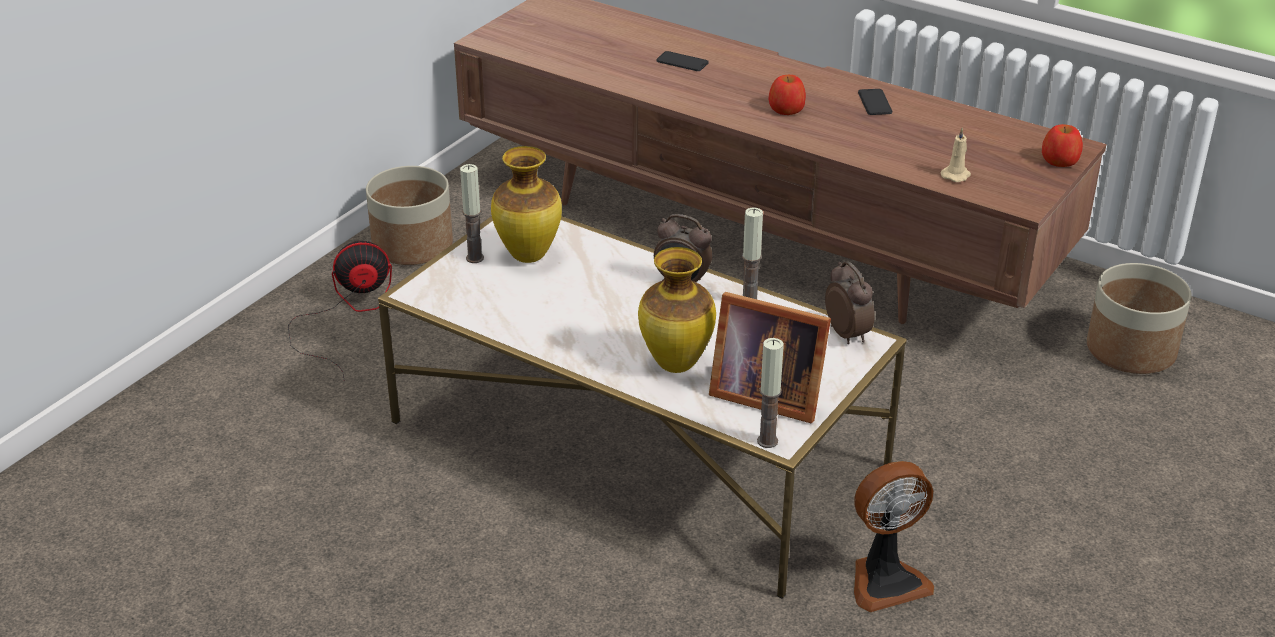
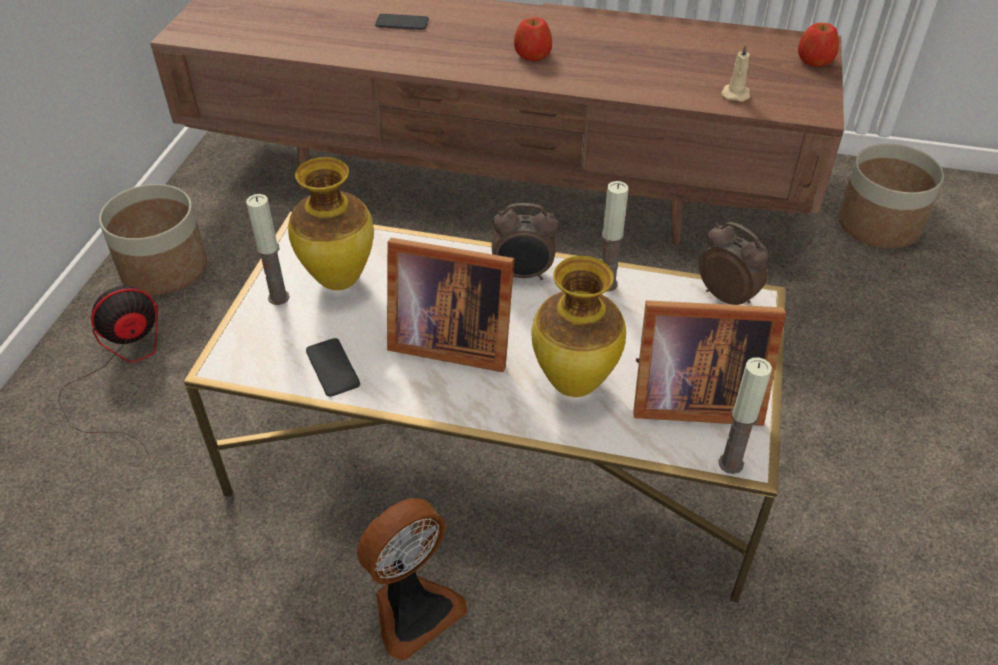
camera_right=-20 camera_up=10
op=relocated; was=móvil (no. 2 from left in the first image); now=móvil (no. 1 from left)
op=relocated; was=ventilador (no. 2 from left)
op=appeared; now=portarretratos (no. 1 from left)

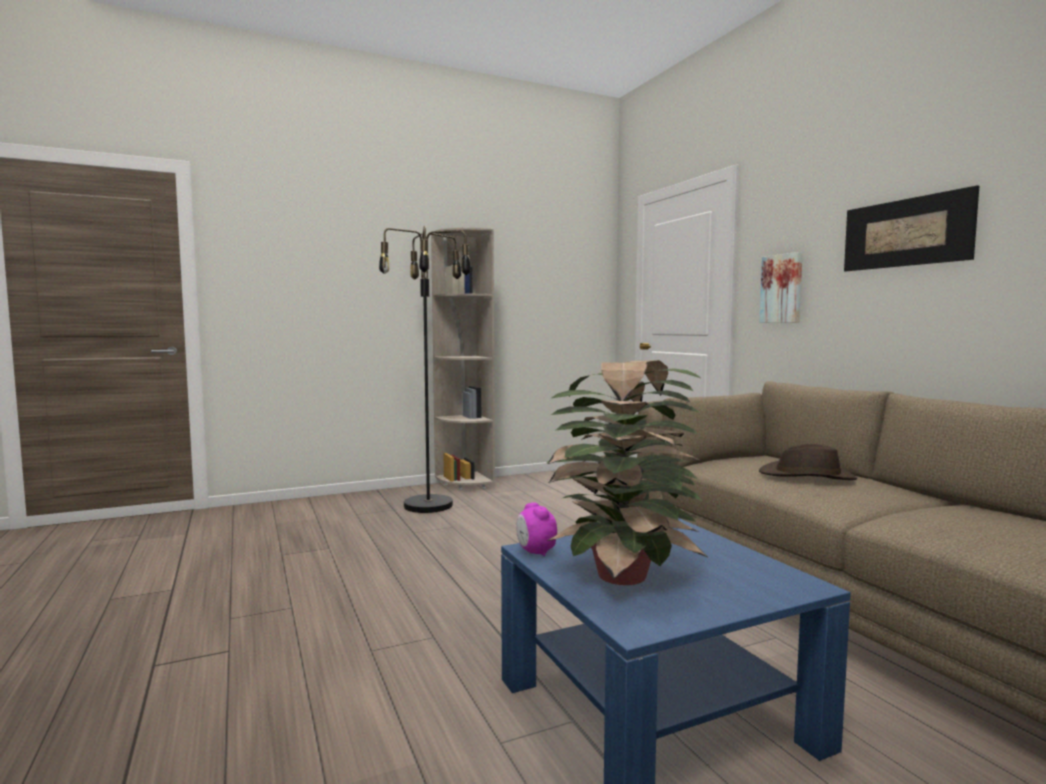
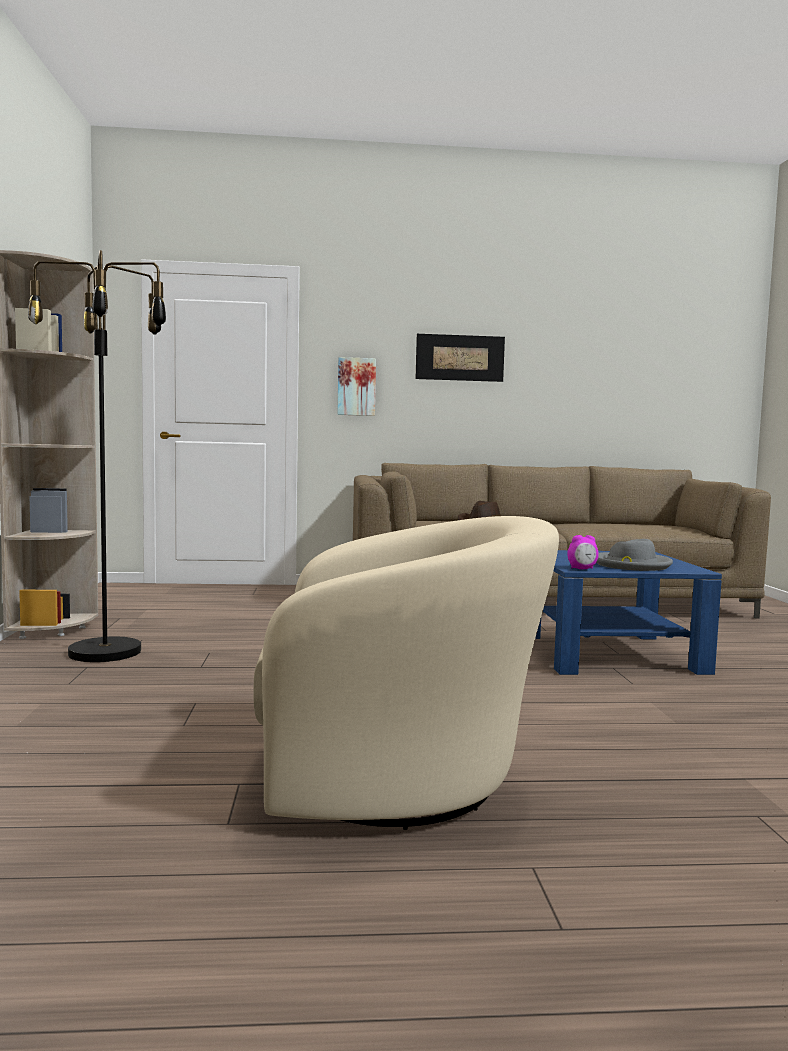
camera_right=-70 camera_up=0
op=appeared; now=sillón [beis]
op=exchanged; was=planta en maceta; now=sombrero [gris]

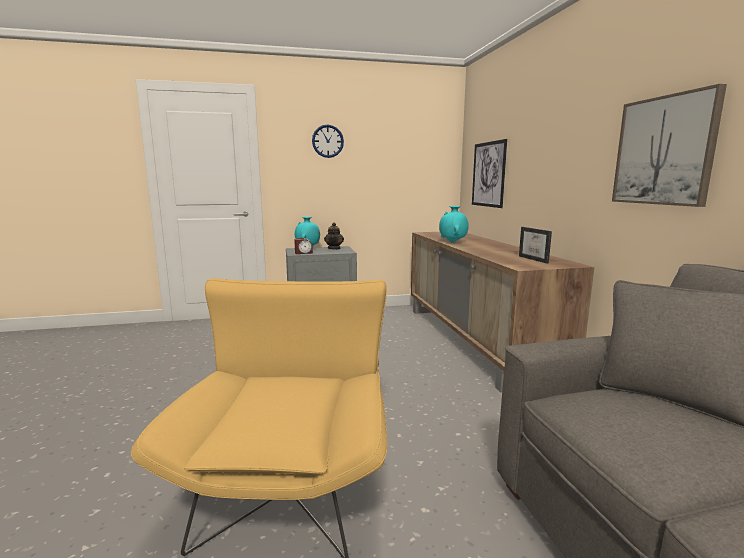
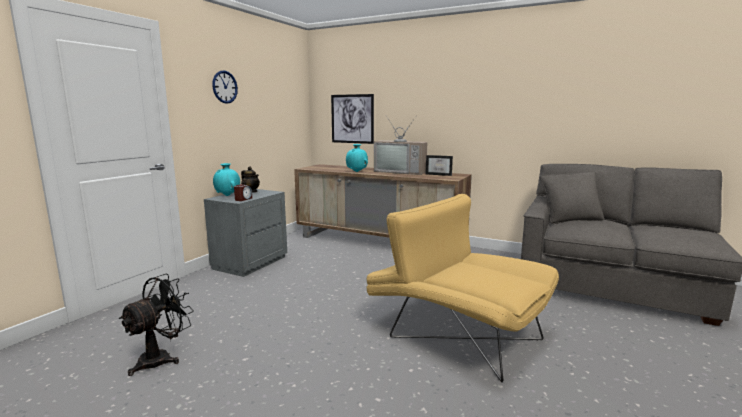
camera_right=-50 camera_up=0
op=appeared; now=ventilador [negro]
op=appeared; now=televisor
op=missing; was=cuadro (no. 2 from left)

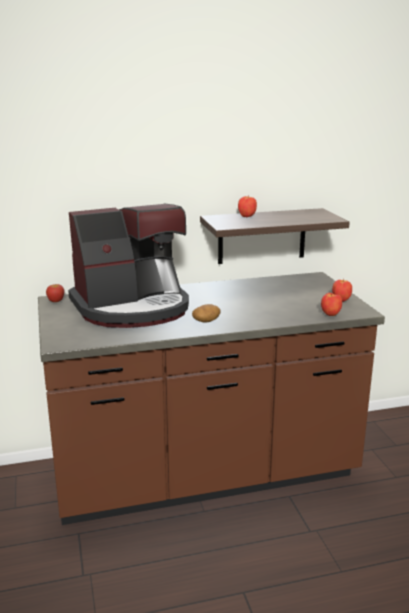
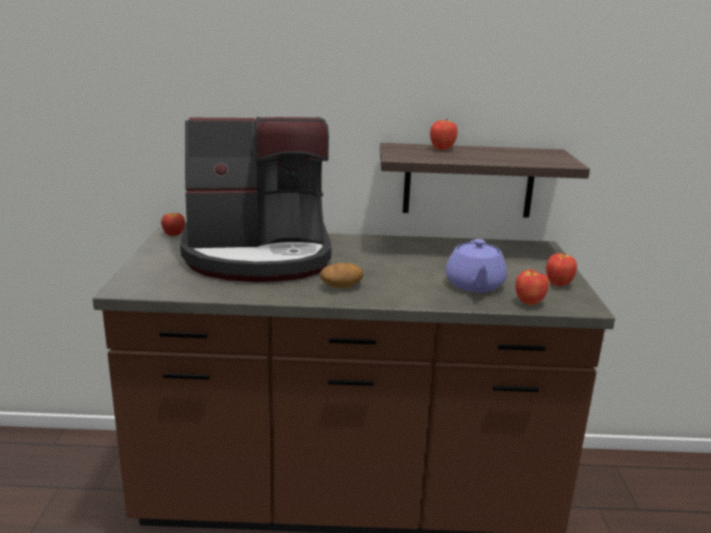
camera_right=15 camera_up=0
op=appeared; now=tetera [morado]

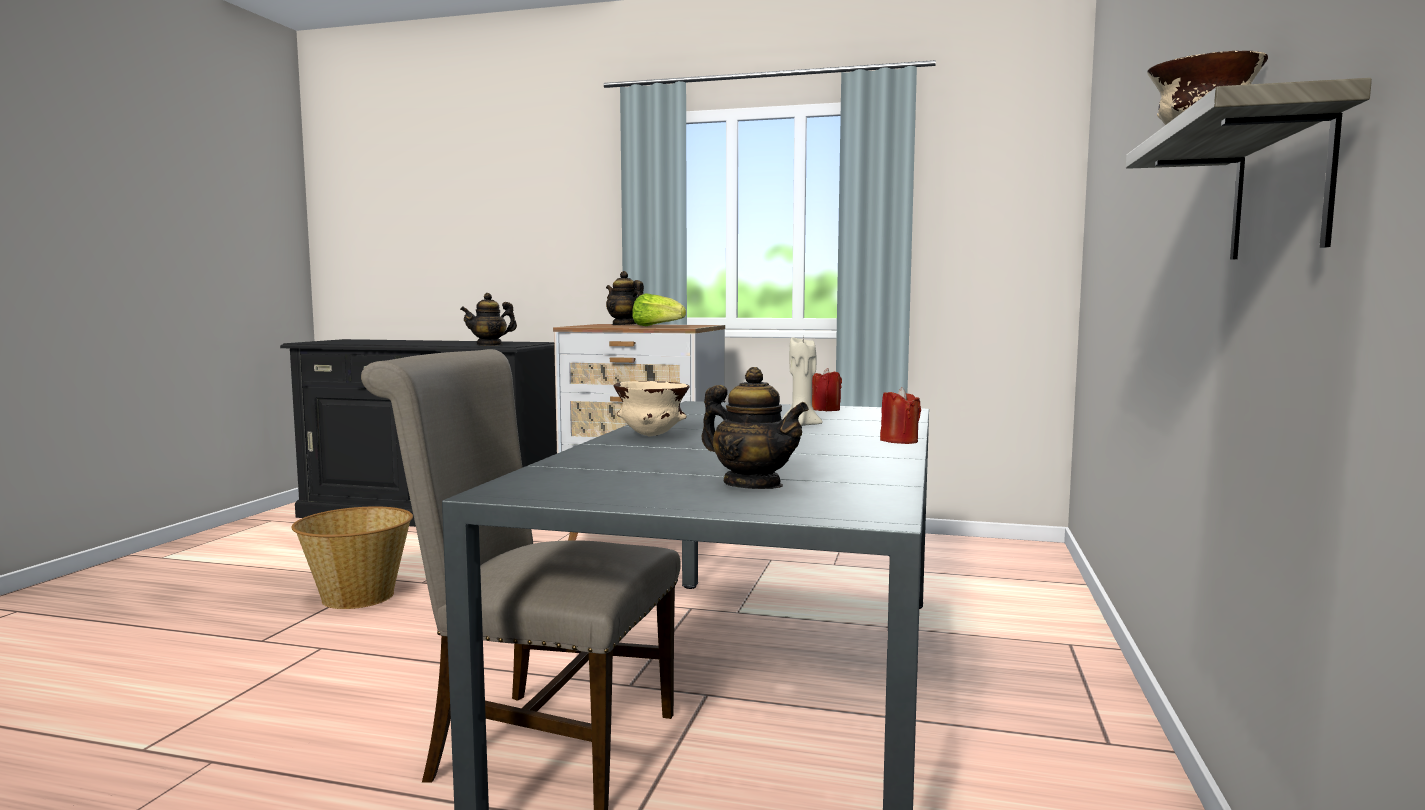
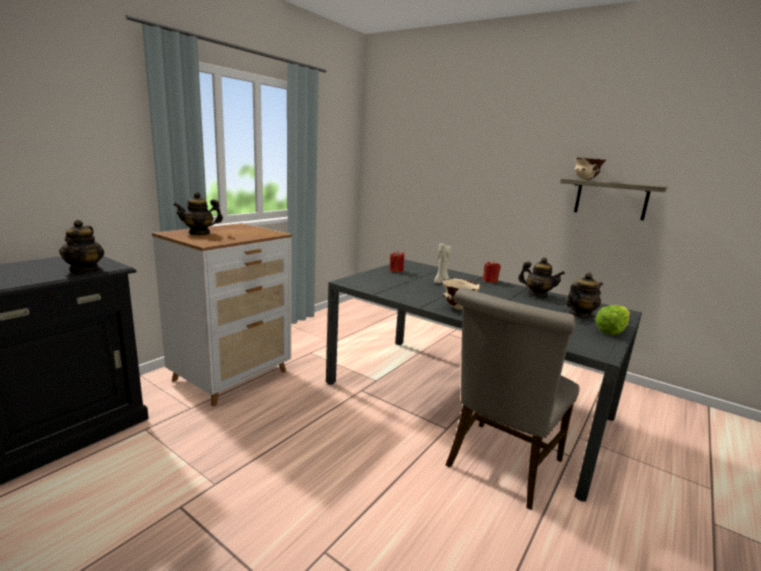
camera_right=-70 camera_up=10
op=appeared; now=tetera (no. 3 from left)
op=relocated; was=lechuga
op=missing; was=cesta

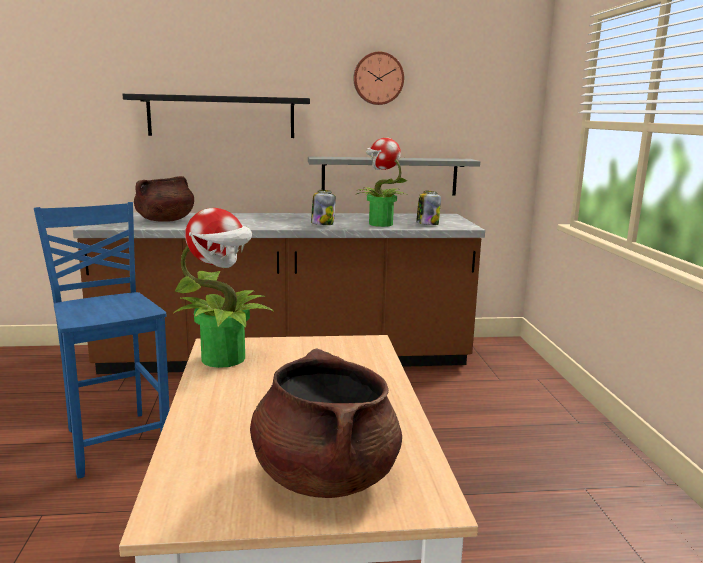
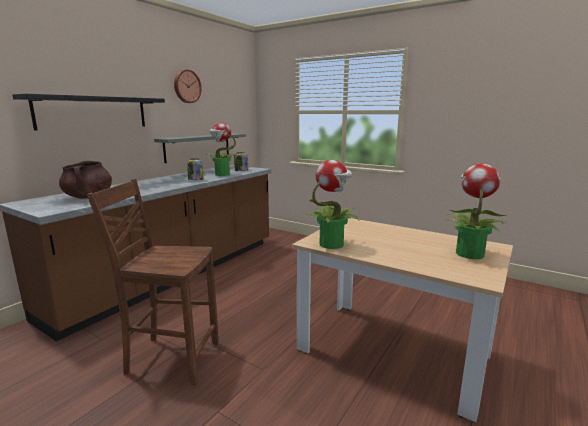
camera_right=-50 camera_up=0
op=colour; was=silla [azul]; now=silla [marrón]
op=exchanged; was=olla [marrón] (no. 2 from left); now=planta en maceta (no. 3 from left)

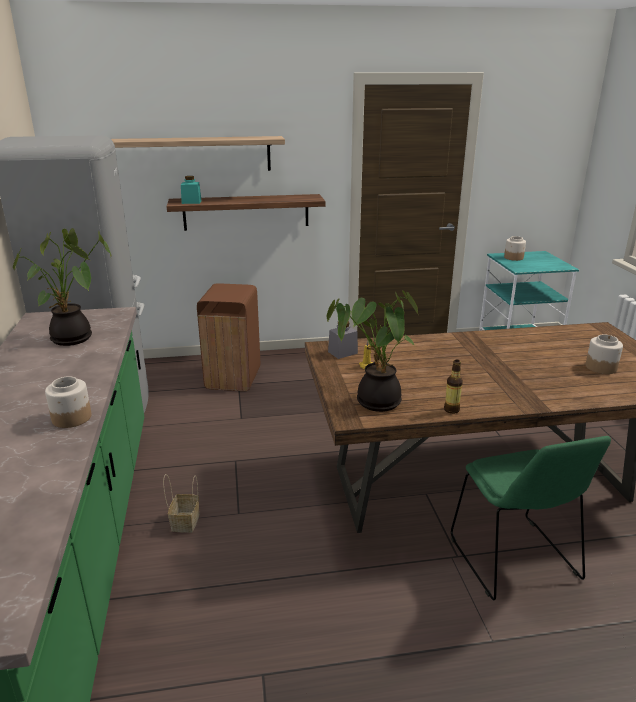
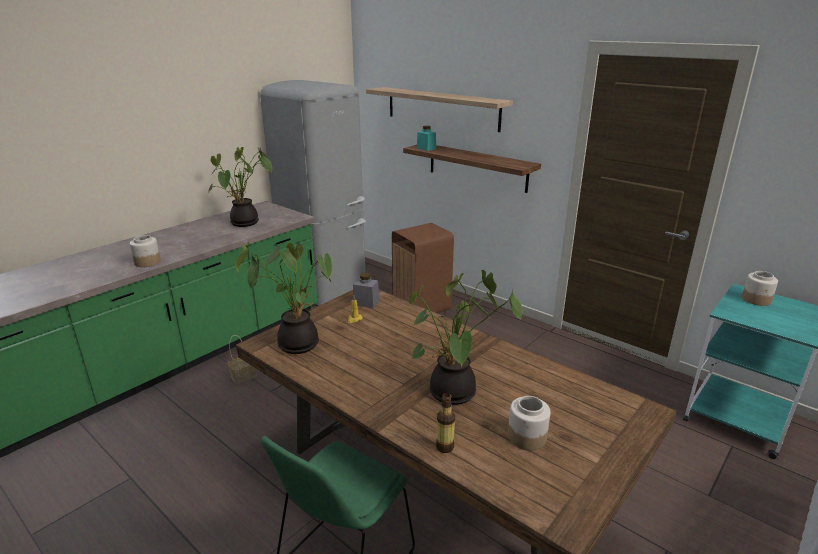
camera_right=50 camera_up=0
op=appeared; now=planta en maceta (no. 3 from left)
op=relocated; was=botella

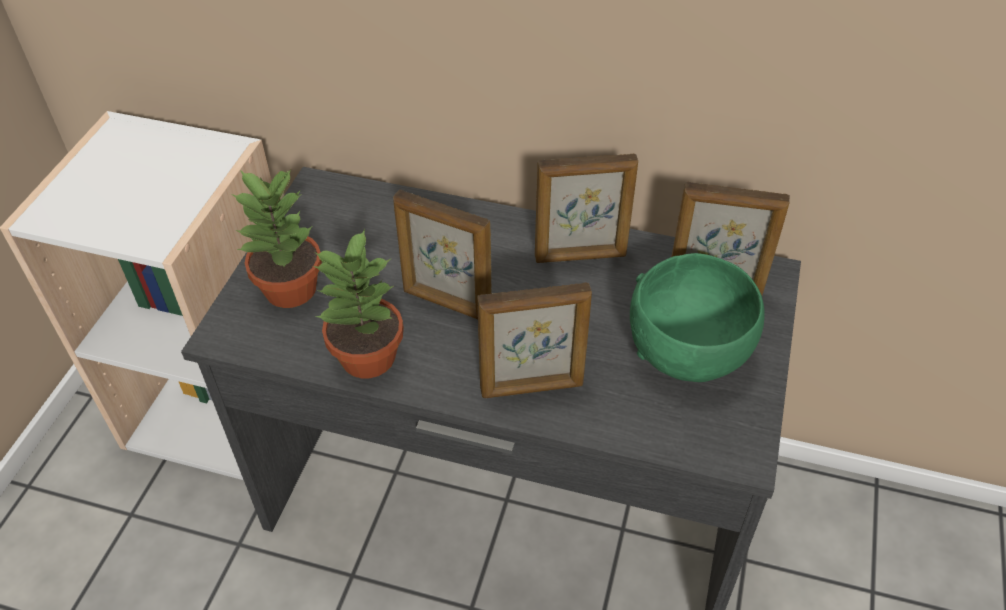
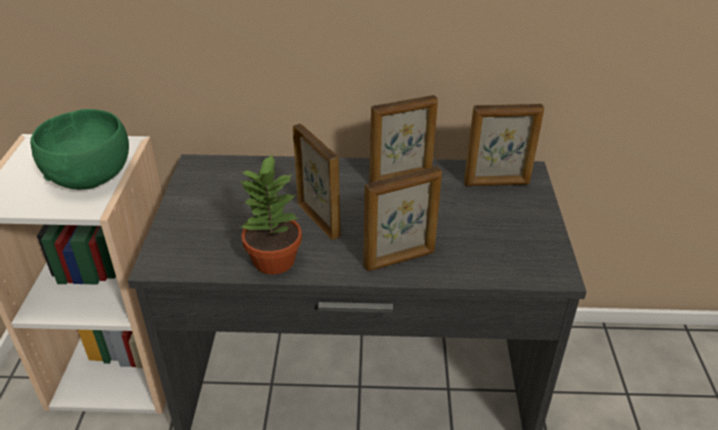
camera_right=-15 camera_up=-10
op=relocated; was=cuenco [verde]
op=spun; was=portarretratos (no. 1 from left); clockwise=-135
op=missing; was=planta en maceta (no. 1 from left)

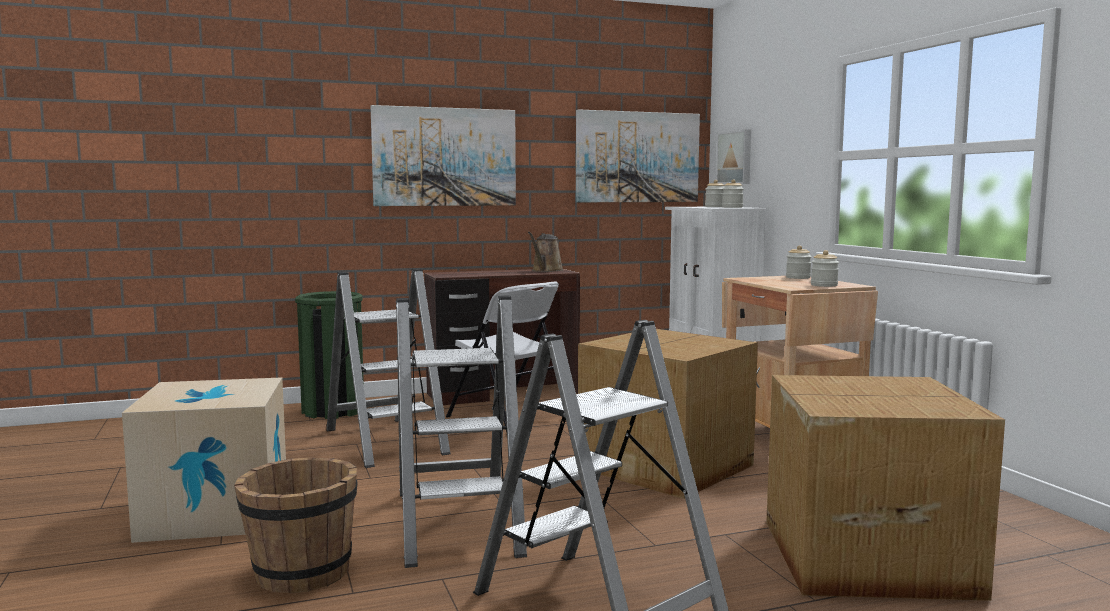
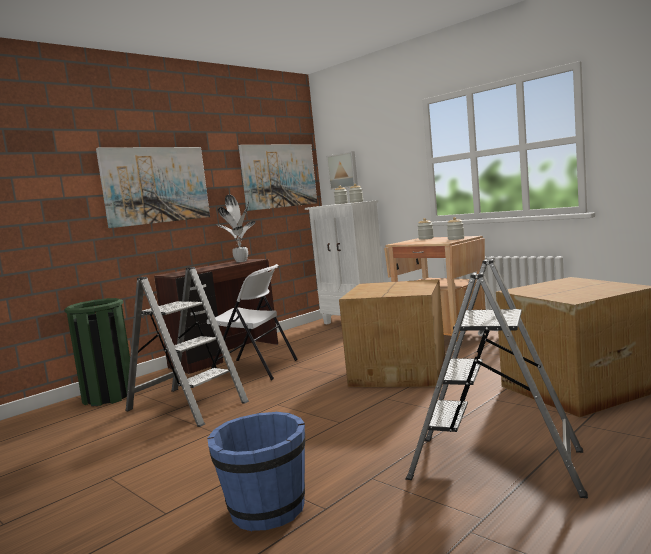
camera_right=-25 camera_up=0
op=colour; was=cubo [marrón]; now=cubo [azul]
op=exchanged; was=regadera [marrón]; now=planta en maceta
op=missing; was=caja de cartón (no. 1 from left)
op=missing; was=escalera de tijera [gris] (no. 2 from left)

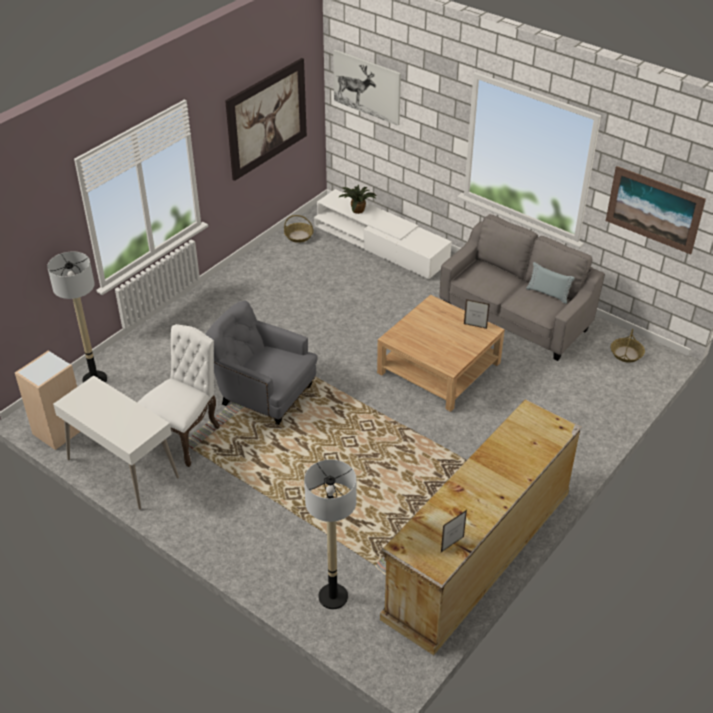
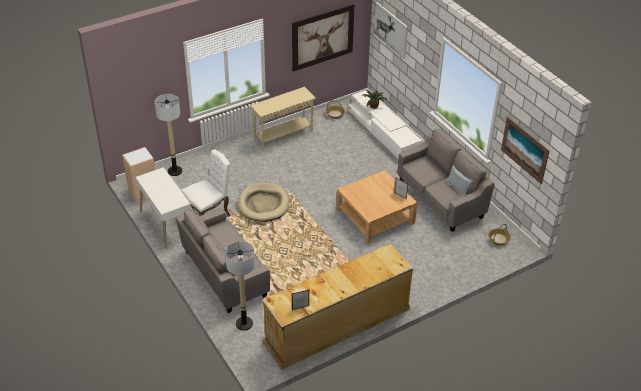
camera_right=20 camera_up=0
op=appeared; now=sofá [gris] (no. 1 from left)
op=exchanged; was=sillón [gris]; now=cama para perro [beis]
op=appeared; now=mesa consola [beis]

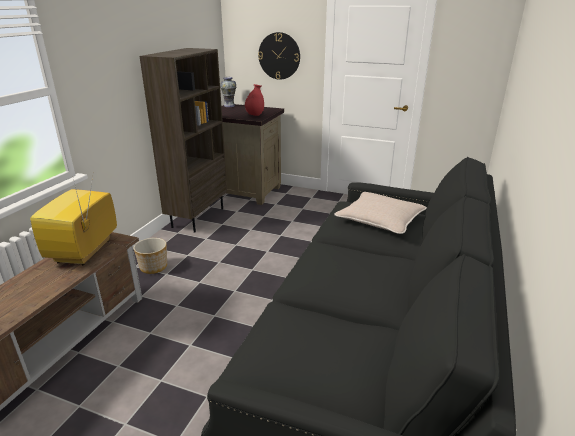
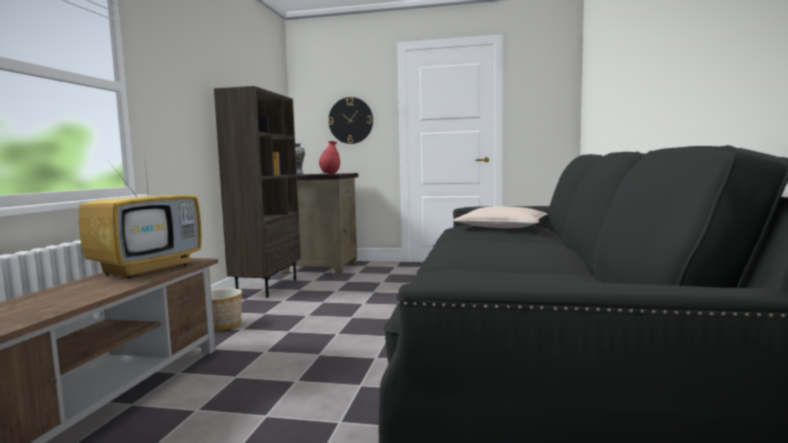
camera_right=-10 camera_up=-20
op=spun; was=televisor; clockwise=-150

